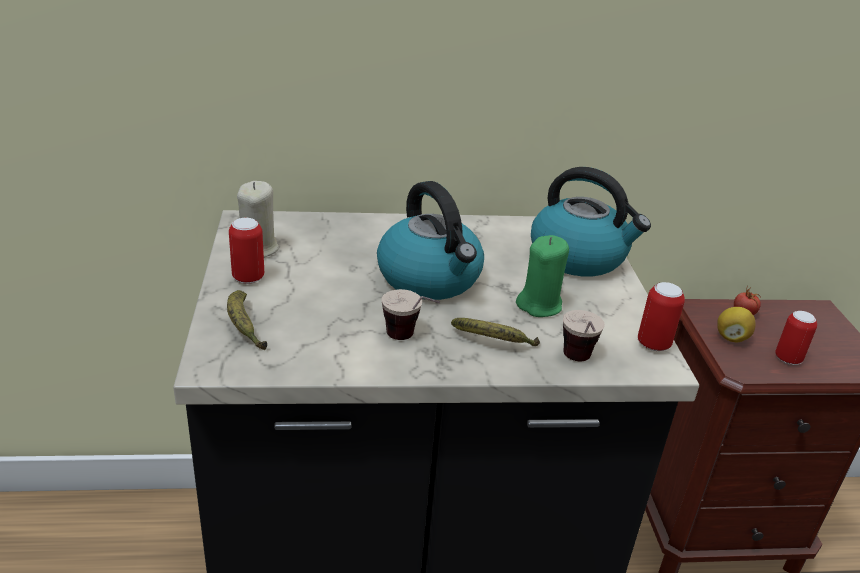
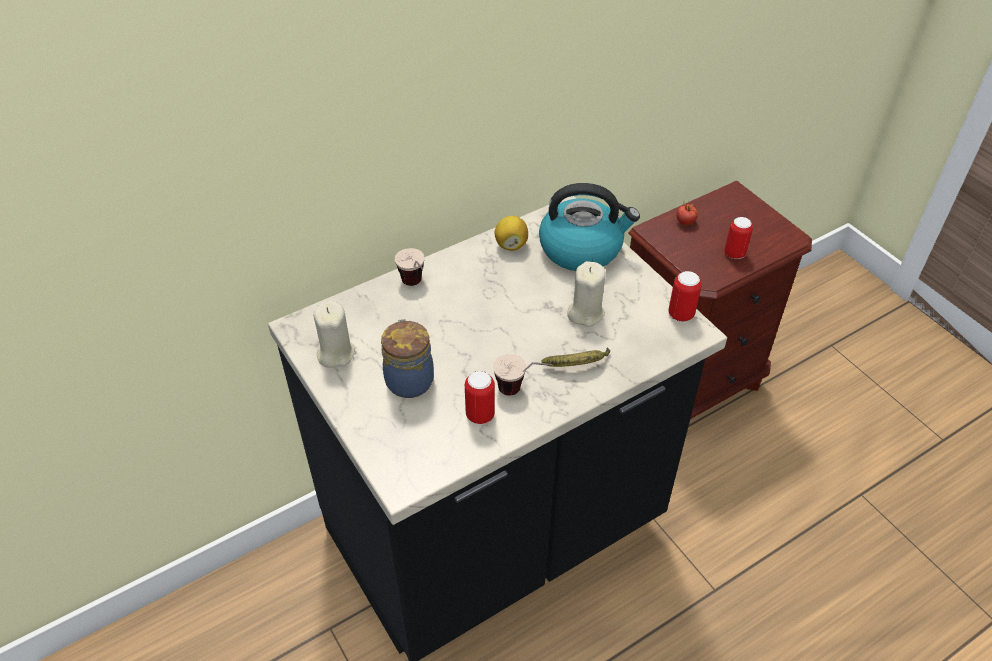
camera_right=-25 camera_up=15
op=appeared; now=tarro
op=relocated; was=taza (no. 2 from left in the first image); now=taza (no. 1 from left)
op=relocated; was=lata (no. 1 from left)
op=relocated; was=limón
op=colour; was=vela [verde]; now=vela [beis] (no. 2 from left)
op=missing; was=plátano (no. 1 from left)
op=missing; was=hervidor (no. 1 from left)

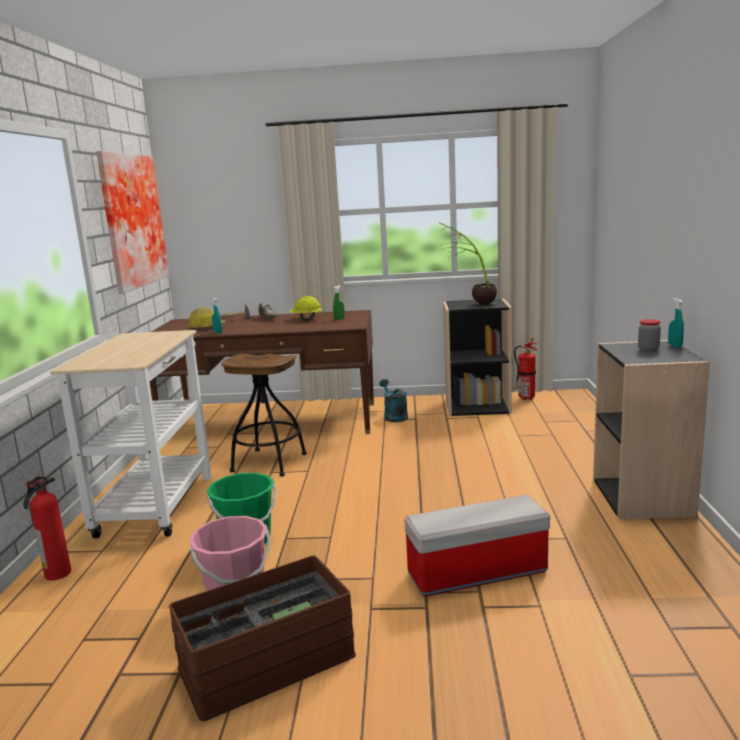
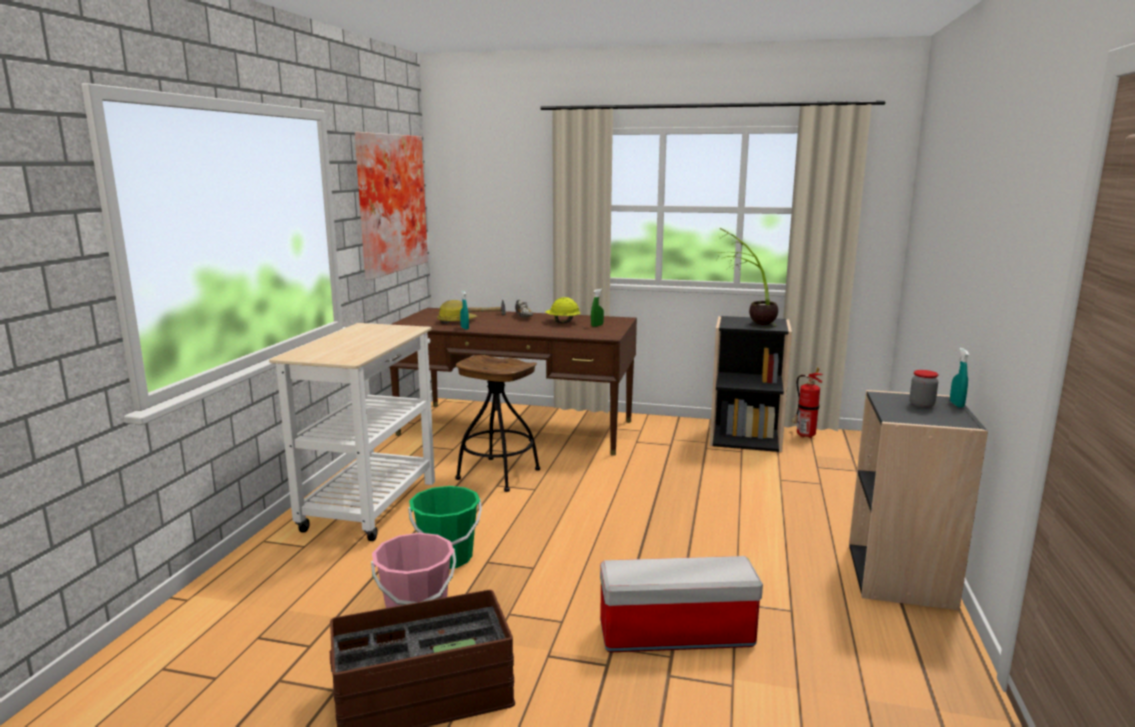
camera_right=10 camera_up=0
op=missing; was=extintor (no. 1 from left)
op=missing; was=regadera [turquesa]

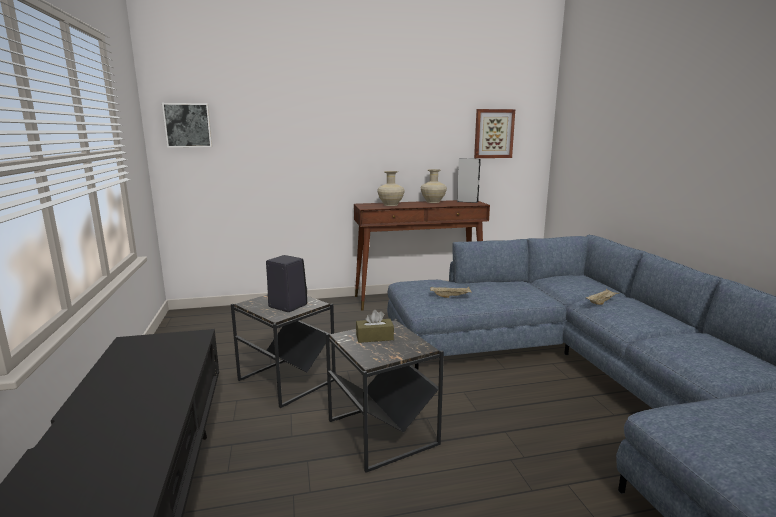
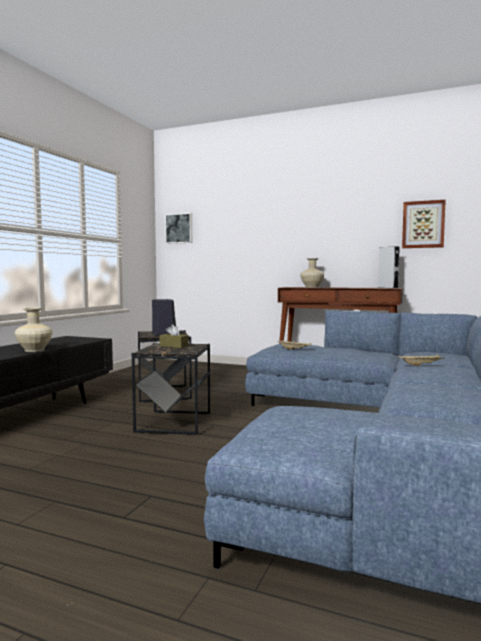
camera_right=35 camera_up=-10
op=relocated; was=florero [beis] (no. 2 from left in the first image); now=florero [beis] (no. 1 from left)

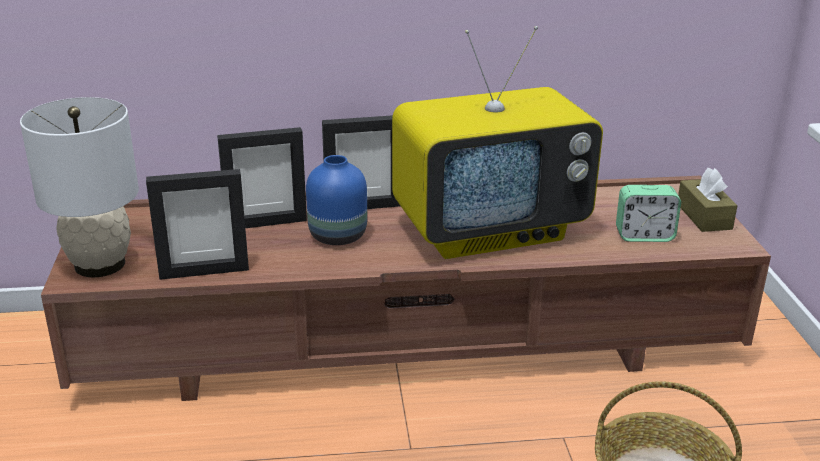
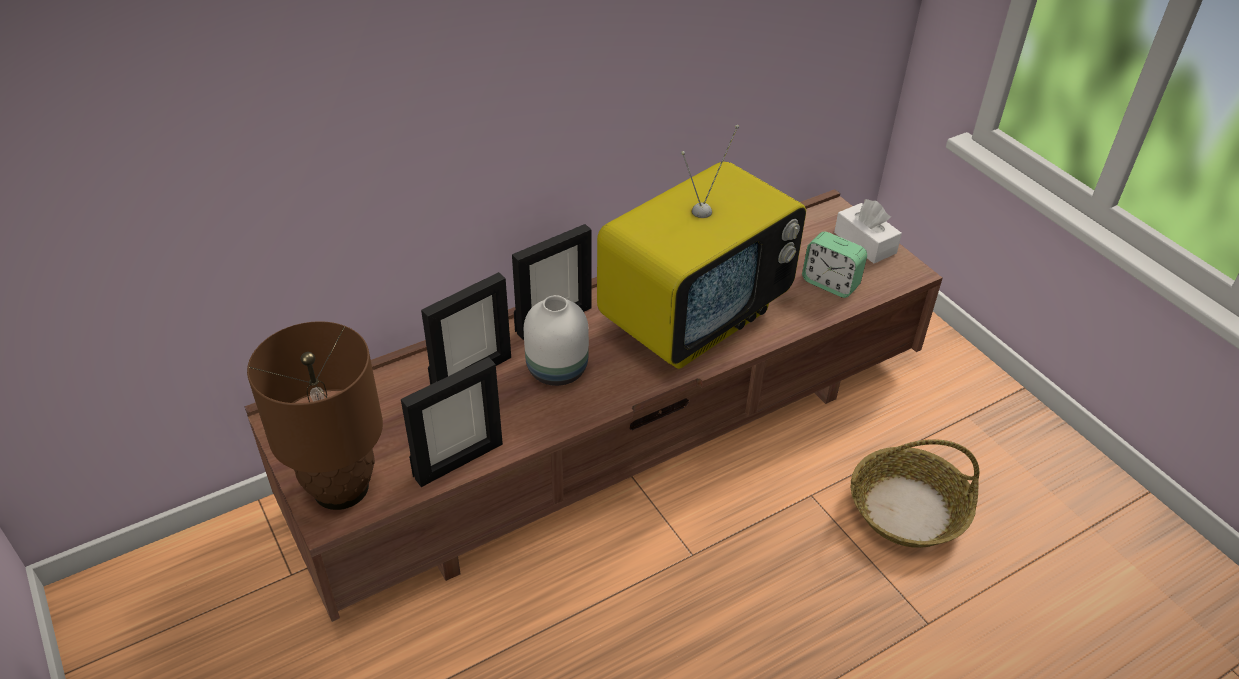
camera_right=-25 camera_up=15
op=colour; was=lámpara de mesa [blanco]; now=lámpara de mesa [marrón]
op=colour; was=florero [azul]; now=florero [blanco]
op=spun; was=despertador; clockwise=60
op=colour; was=caja de pañuelos [marrón]; now=caja de pañuelos [blanco]

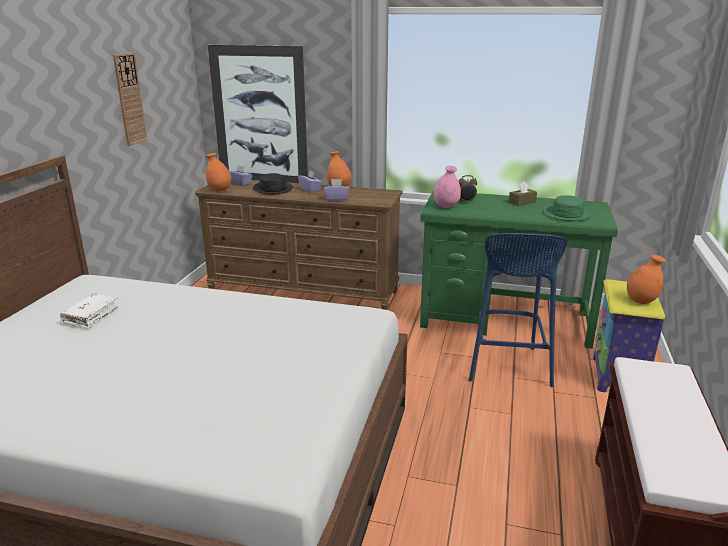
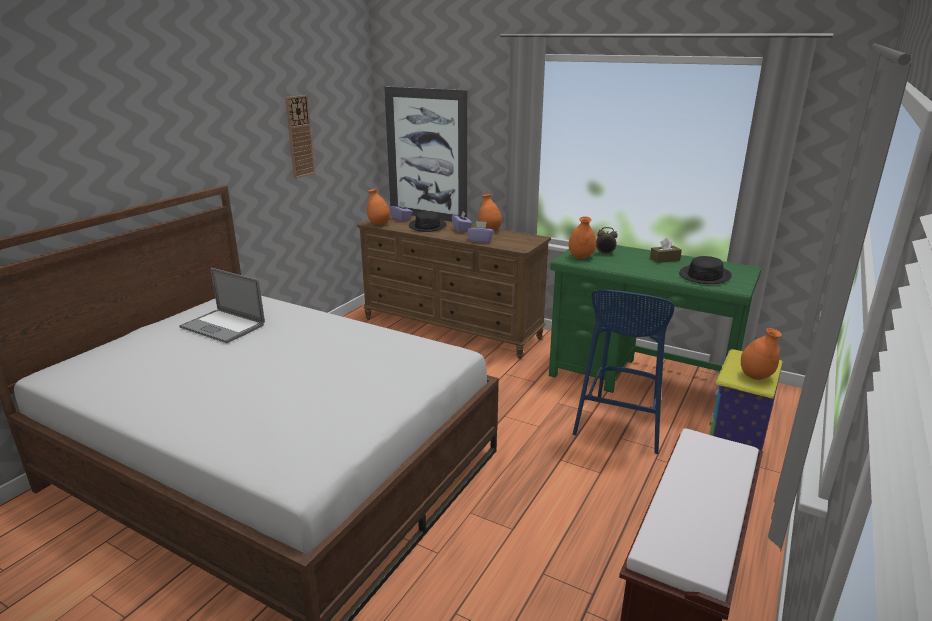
camera_right=15 camera_up=0
op=exchanged; was=libro [blanco]; now=portátil
op=colour; was=florero [rosa]; now=florero [naranja] (no. 3 from left)
op=colour; was=sombrero [verde]; now=sombrero [negro] (no. 2 from left)

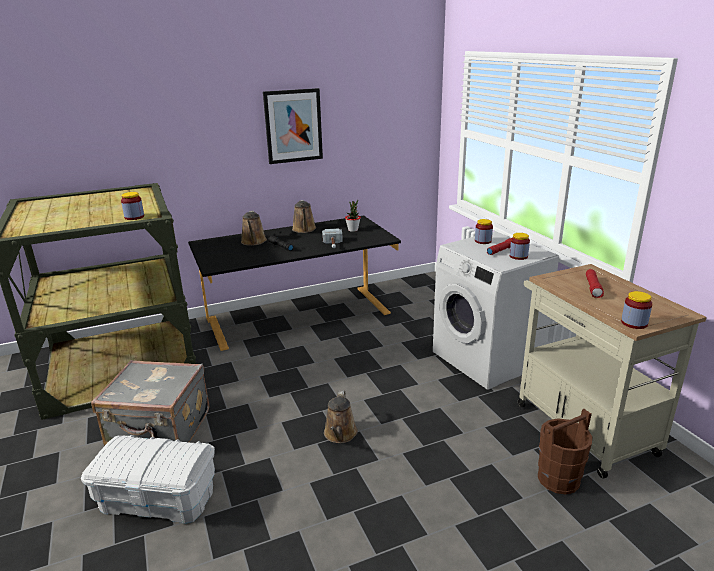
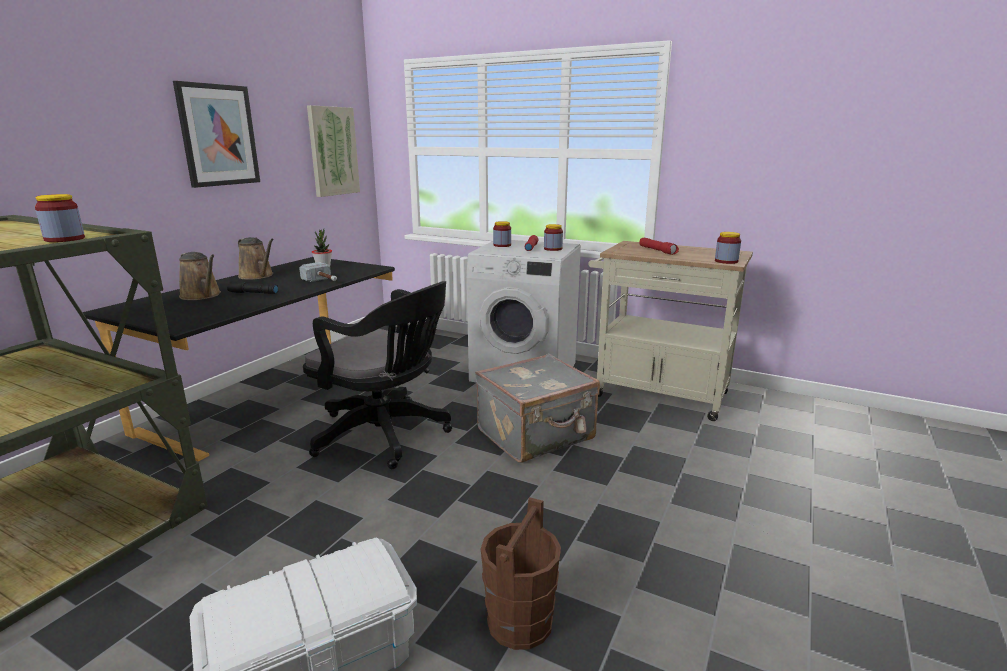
camera_right=-40 camera_up=-5
op=appeared; now=silla de oficina [negro]
op=appeared; now=cuadro (no. 2 from left)
op=relocated; was=maleta [gris]
op=relocated; was=cubo [marrón]
op=missing; was=regadera [marrón] (no. 3 from left)

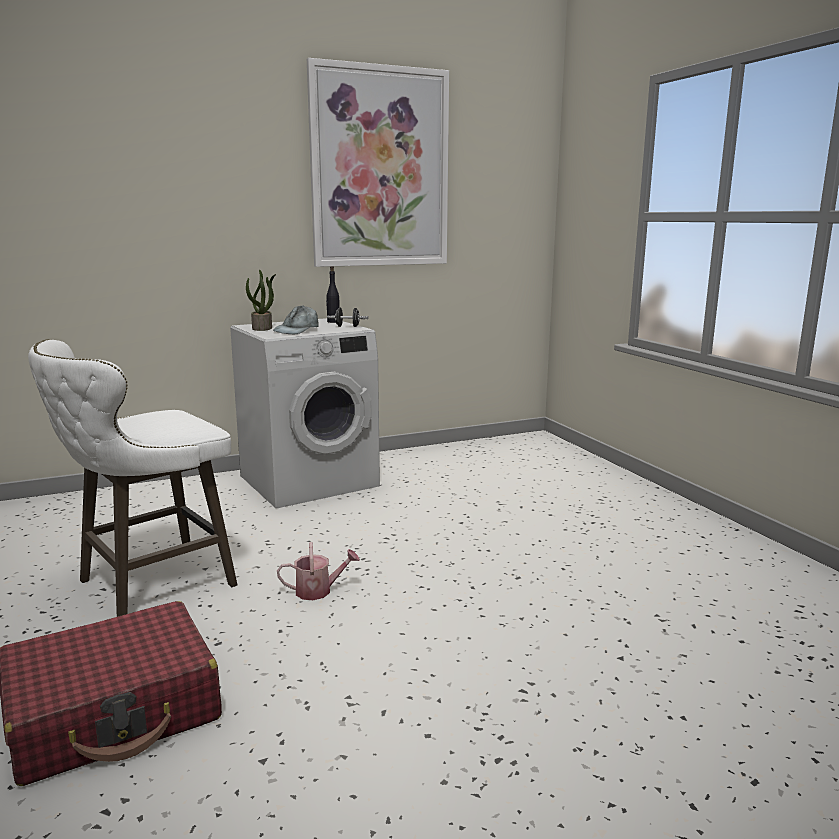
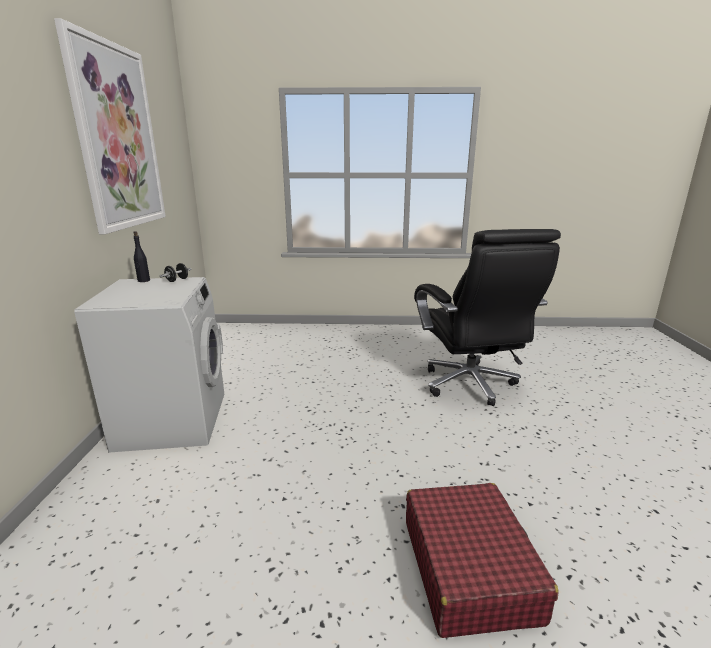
camera_right=-65 camera_up=5
op=appeared; now=silla de oficina [negro]
op=missing; was=taburete [blanco]
op=missing; was=planta en maceta
op=missing; was=gorra [gris]
op=missing; was=regadera

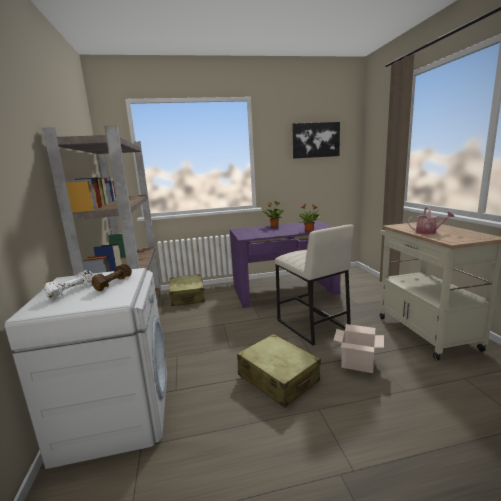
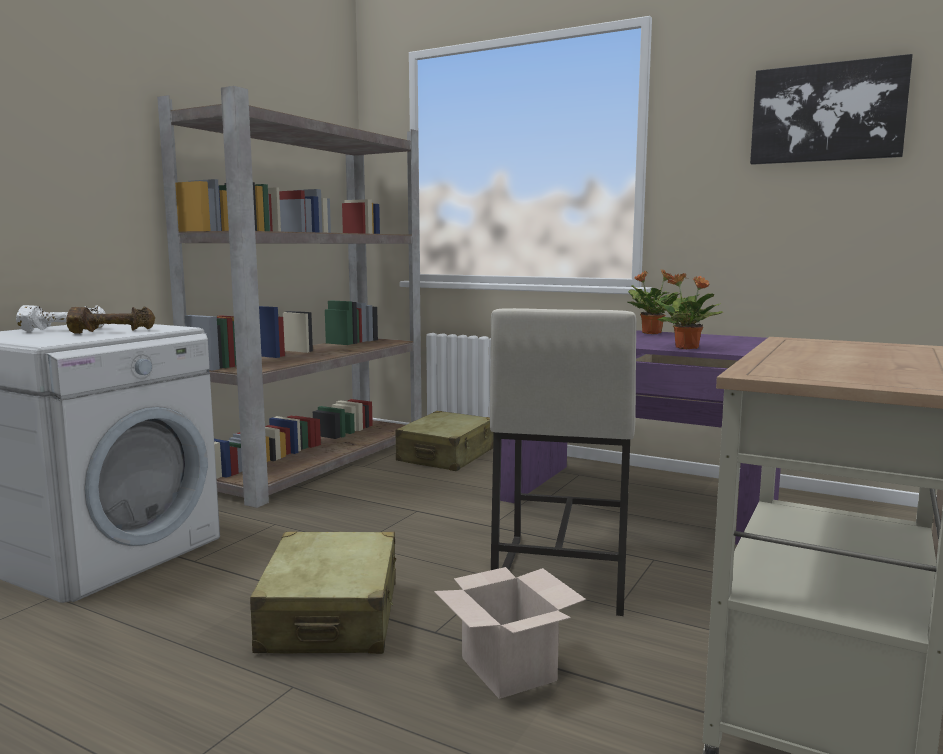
camera_right=40 camera_up=-5
op=missing; was=regadera

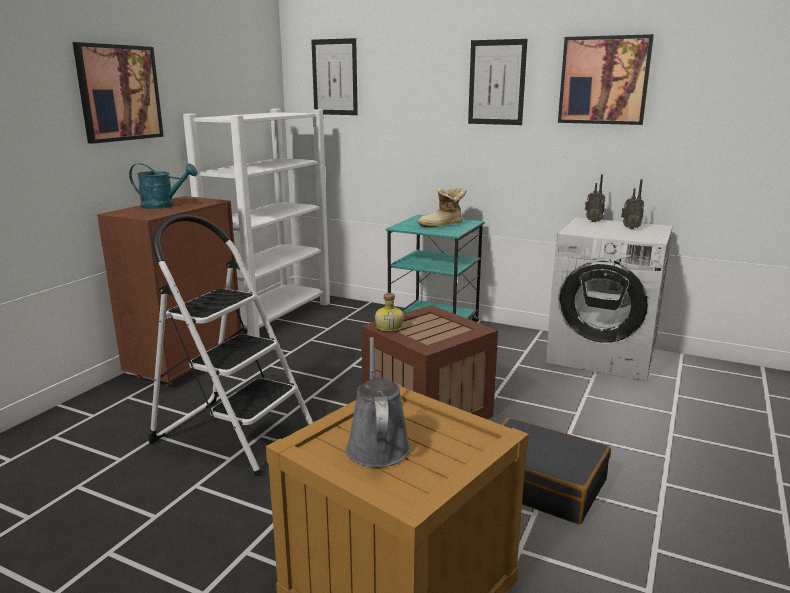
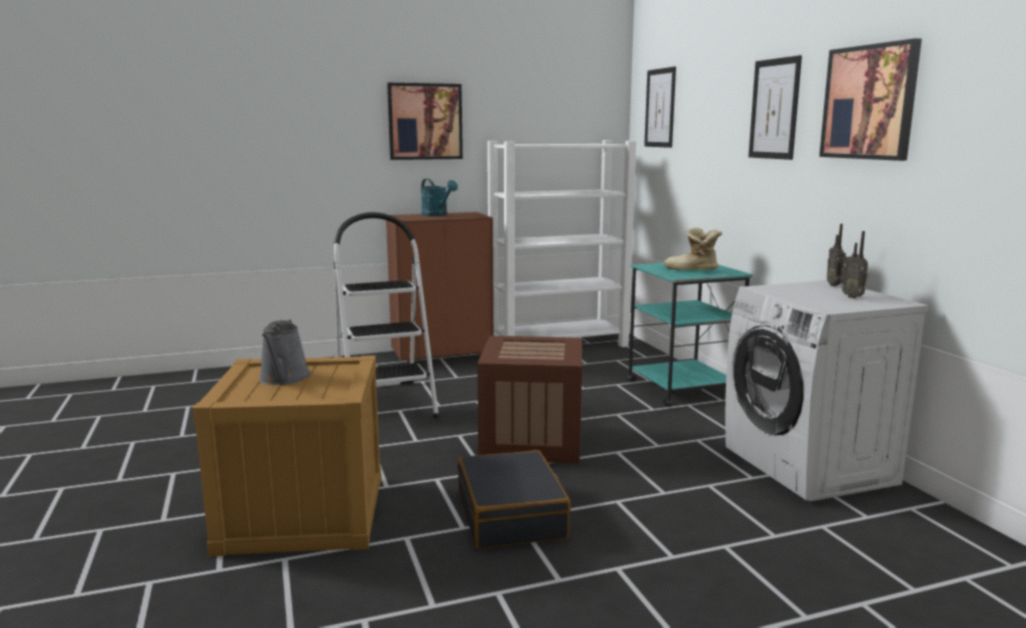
camera_right=45 camera_up=-5
op=spun; was=regadera [gris]; clockwise=135
op=missing; was=botella

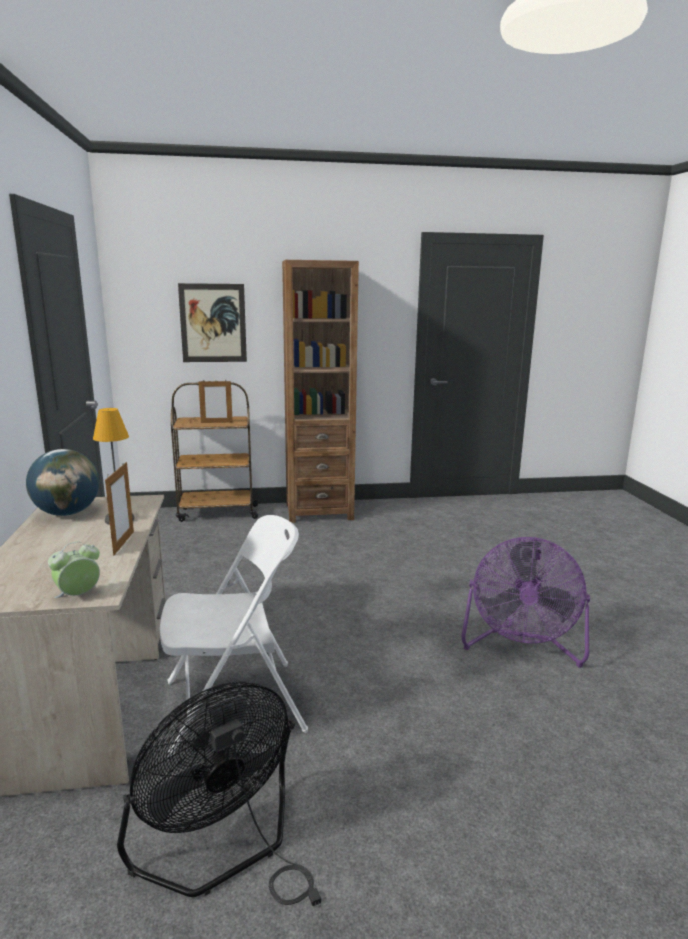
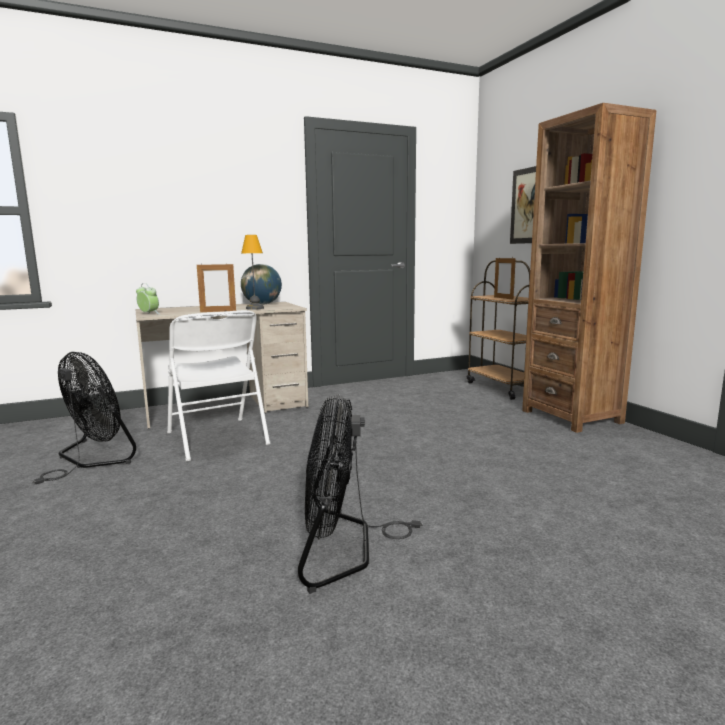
camera_right=75 camera_up=-5
op=colour; was=ventilador [morado]; now=ventilador [negro] (no. 2 from left)

